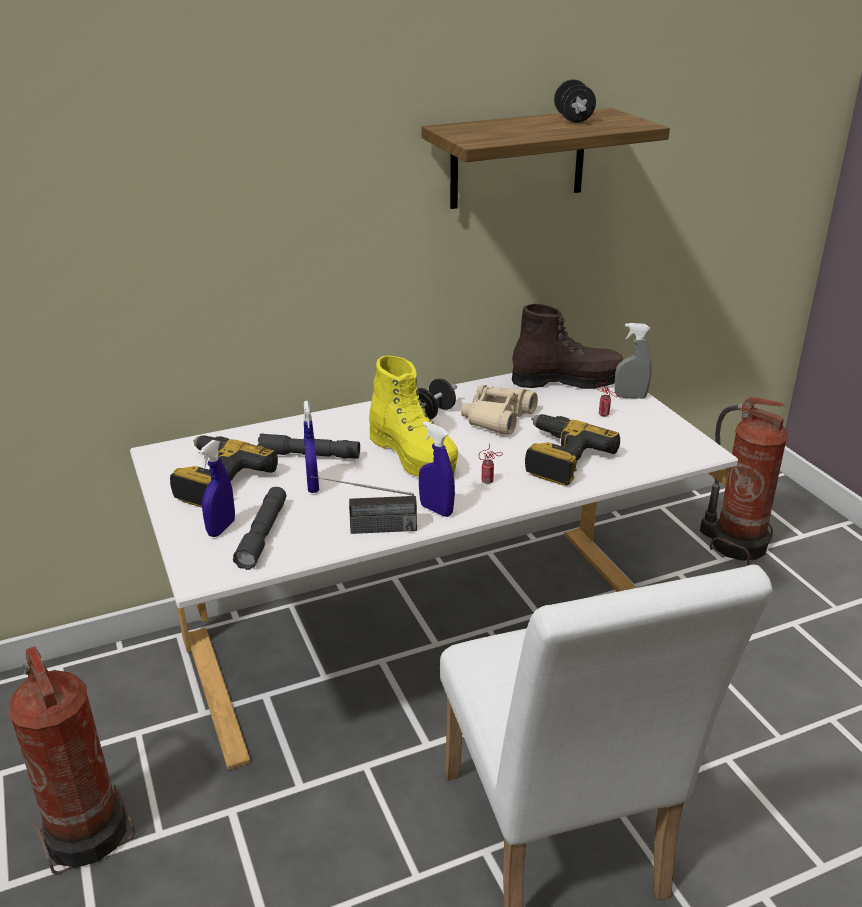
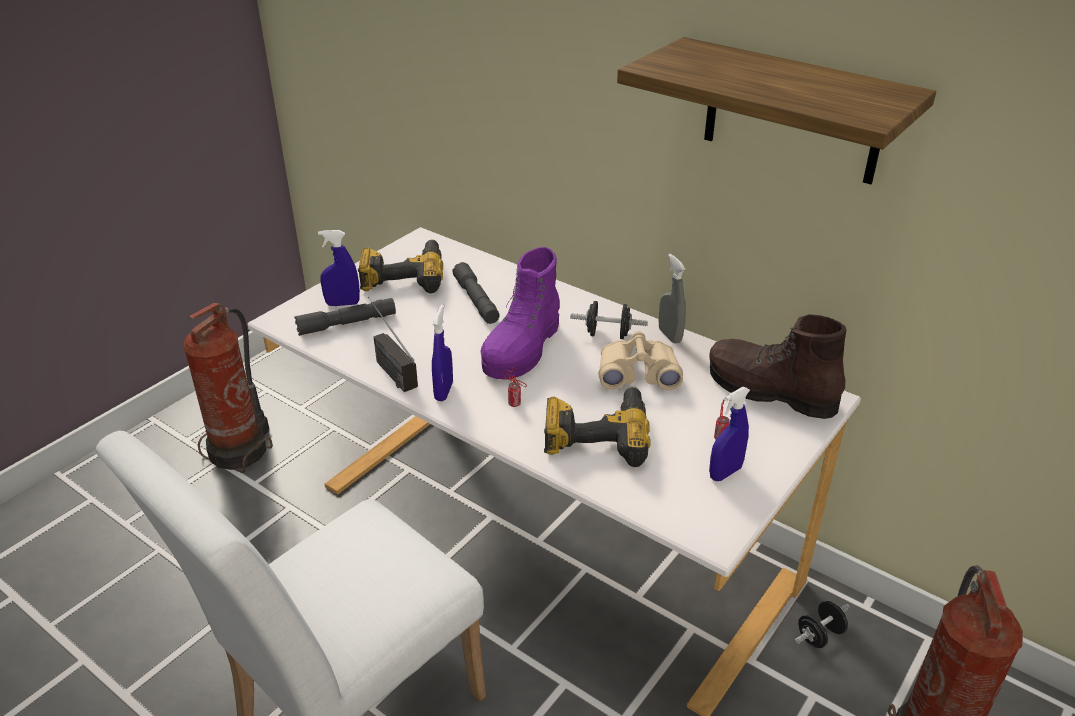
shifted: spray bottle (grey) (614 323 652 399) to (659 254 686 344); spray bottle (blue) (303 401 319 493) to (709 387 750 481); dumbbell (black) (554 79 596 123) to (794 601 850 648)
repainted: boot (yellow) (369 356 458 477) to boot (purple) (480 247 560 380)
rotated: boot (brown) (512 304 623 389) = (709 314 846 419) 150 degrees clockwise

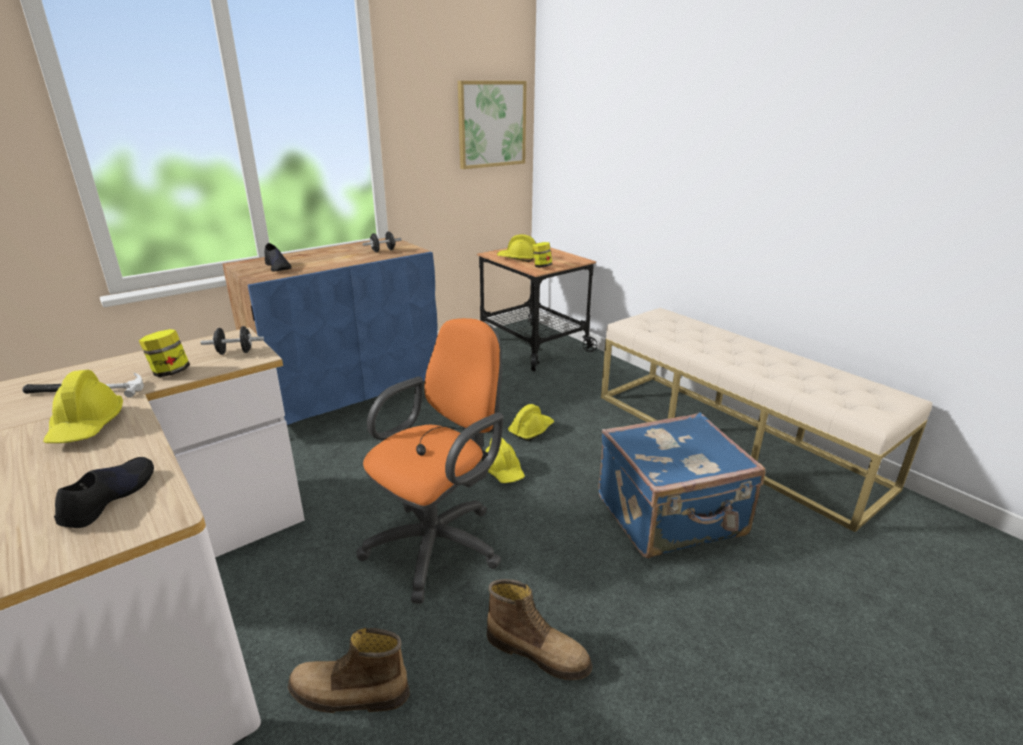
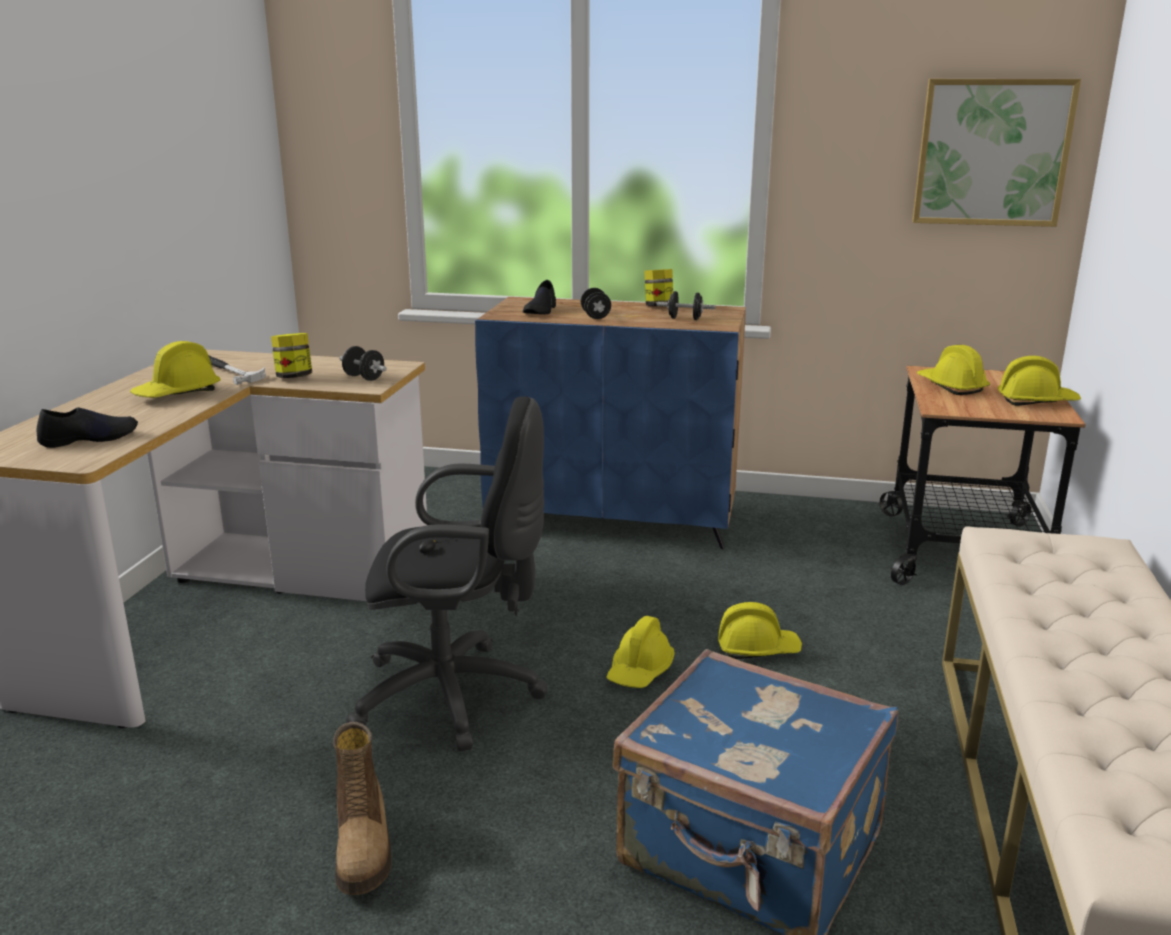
gone: boot (288 628 410 713)
new: dumbbell (black) (581 288 611 319); hard hat (yellow) (998 356 1081 406)
shifted: jar (532 242 552 268) to (644 269 673 306)
repainted: office chair (orange) (357 318 503 604) to office chair (black) (346 396 547 751)

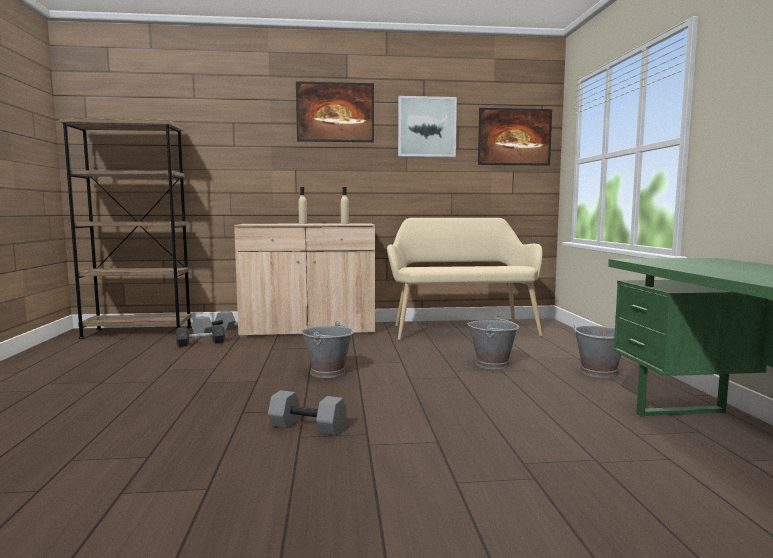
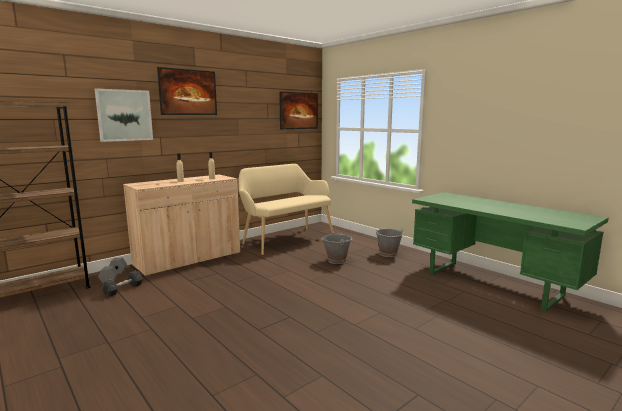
gone: dumbbell (grey) (268 390 346 435); bucket (grey) (301 321 354 378)
shifted: picture (398 96 457 157) to (95 88 153 142)

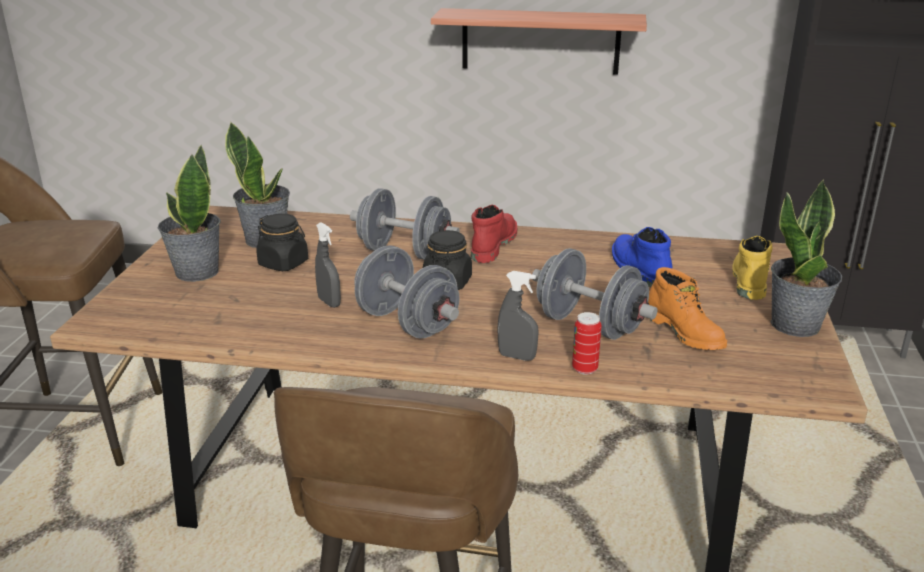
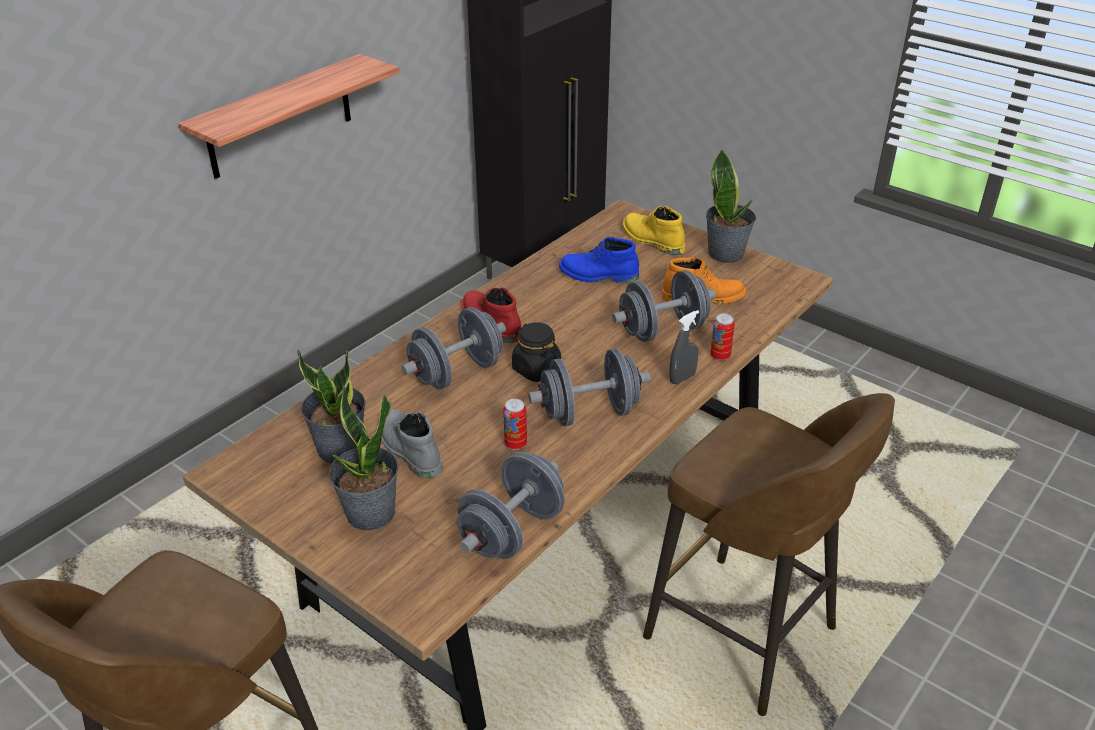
new: dumbbell (grey) (457 452 565 559)
swapped: jar (black) (256 213 308 271) to boot (grey) (381 409 443 478); spray bottle (grey) (315 222 341 308) to can (503 399 527 450)

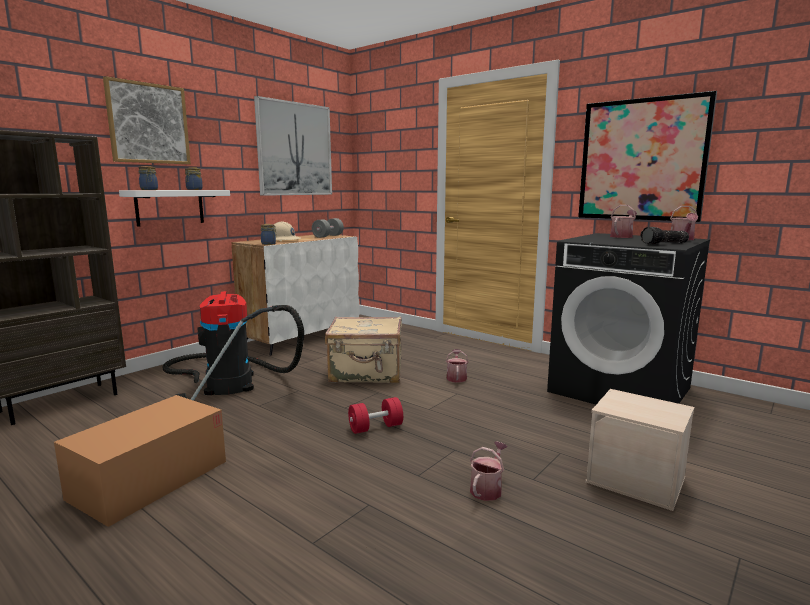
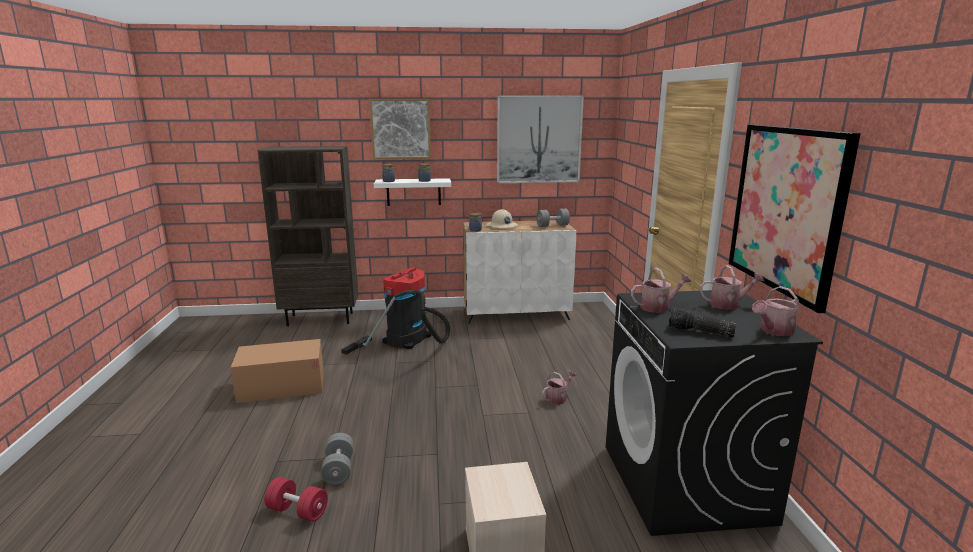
gone: suitcase (beige) (325 316 402 383)
new: dumbbell (grey) (321 433 354 485)
shifted: dumbbell (red) (348 397 403 434) to (264 477 328 522); watering can (470 441 508 501) to (631 268 692 313)

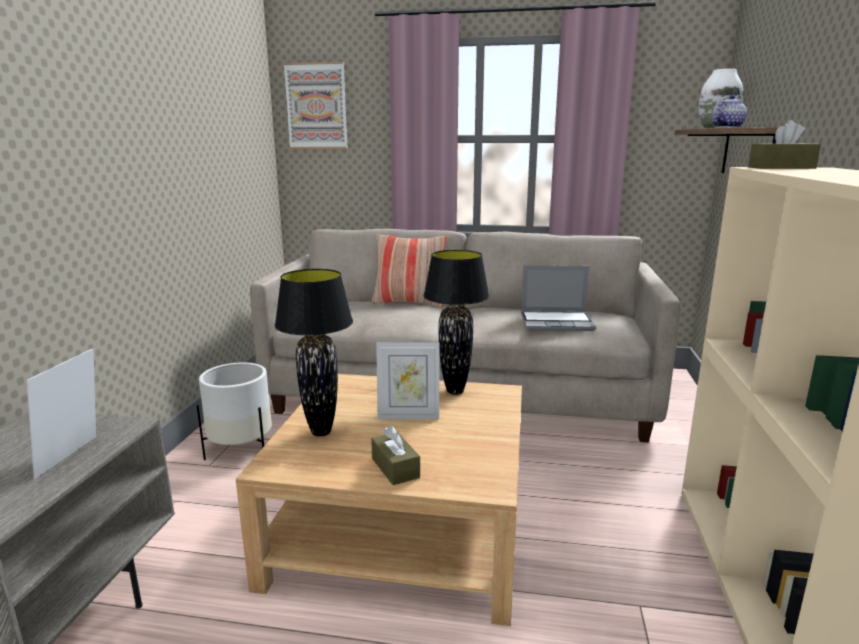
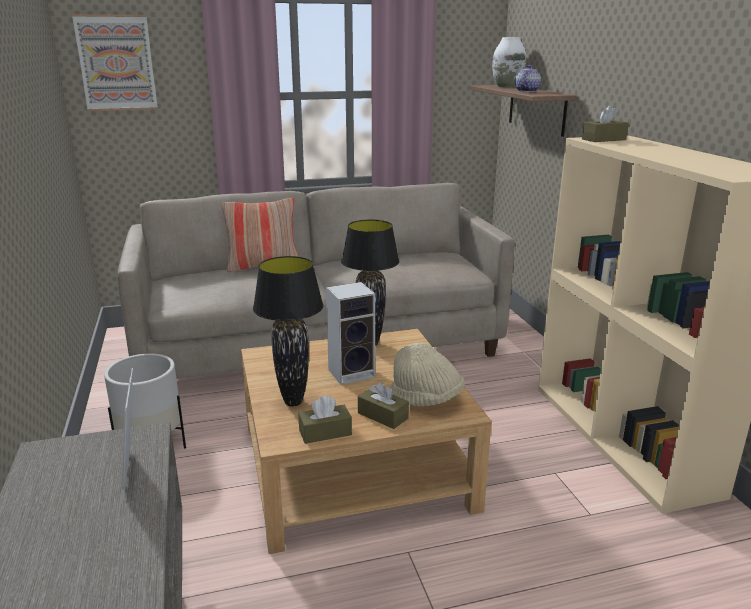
gone: laptop (521 265 596 331)
new: tissue box (brown) (298 395 352 444); hat (beige) (391 342 465 407)
swapped: picture frame (376 342 439 419) to speaker (326 282 375 385)

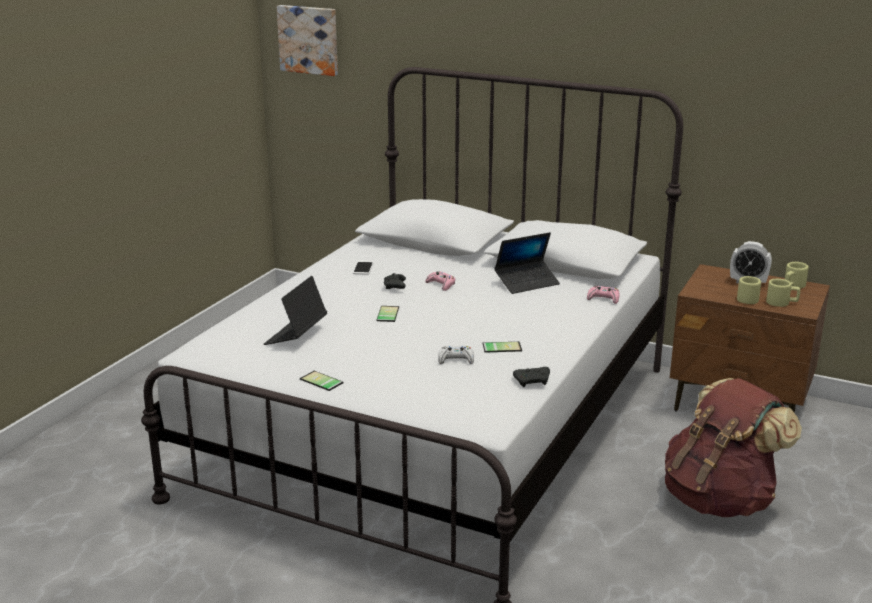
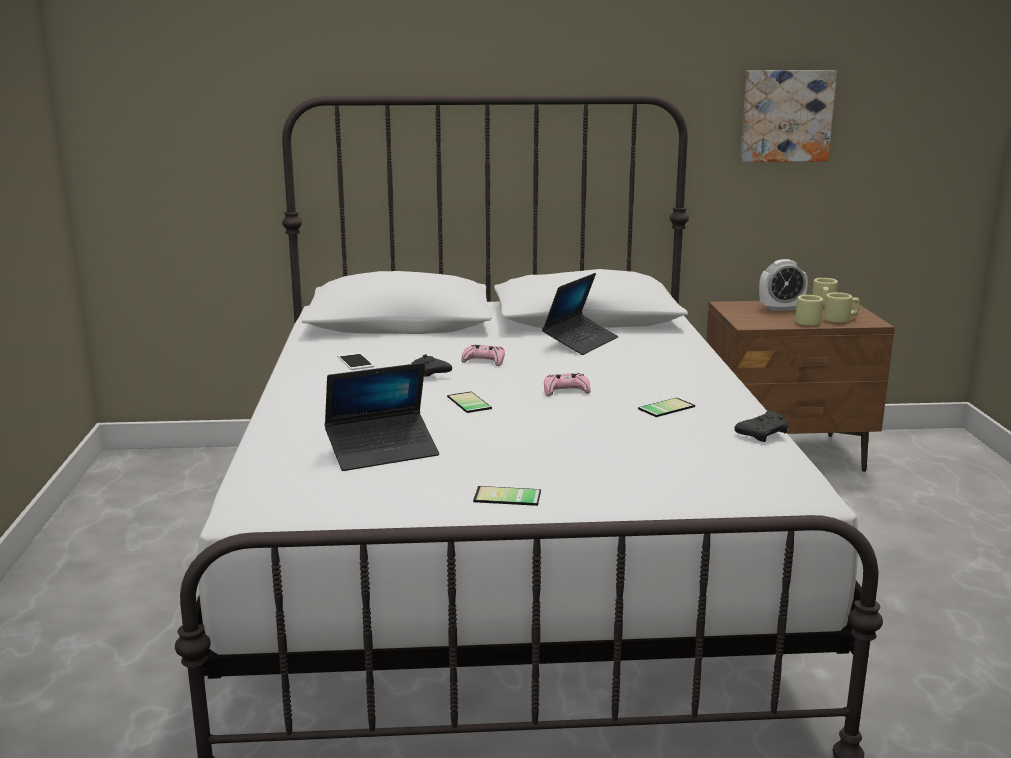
gone: game controller (white) (438 346 474 364); backpack (brown) (665 378 802 517)
shifted: game controller (pink) (587 286 620 304) to (544 373 590 396); picture (277 5 338 76) to (740 70 837 162)
rotated: laptop (264 276 327 345) = (325 363 439 471) 105 degrees counterclockwise

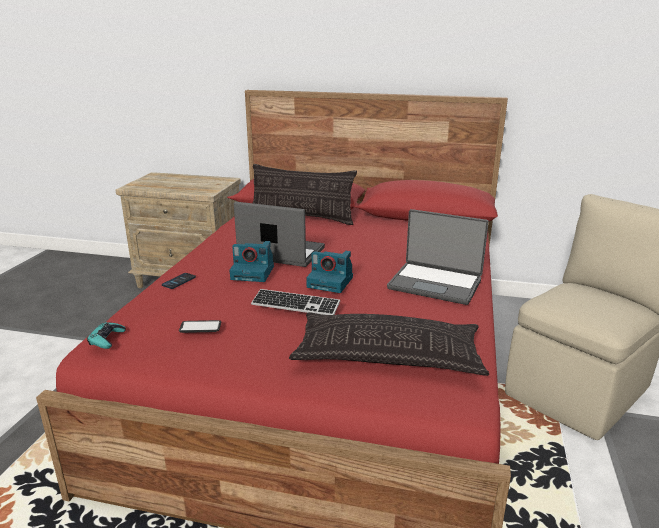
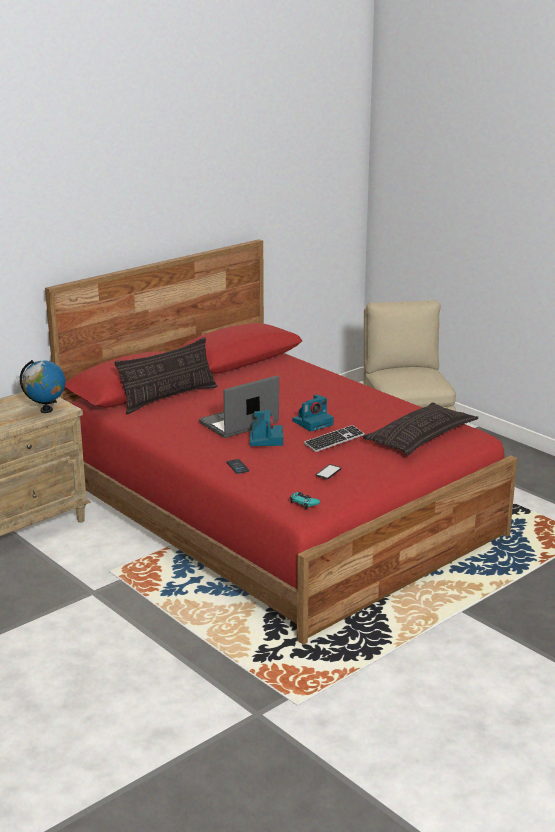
gone: laptop (387 209 489 305)
new: globe (20 360 65 413)
rotated: photo camera (230 241 274 282) = (249 410 283 446) 45 degrees counterclockwise

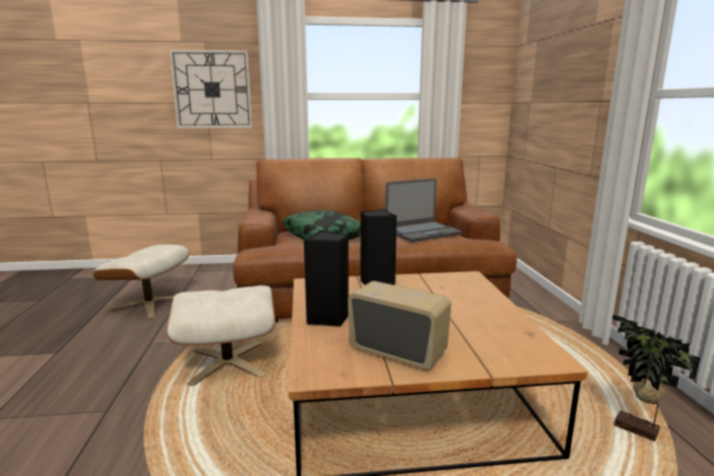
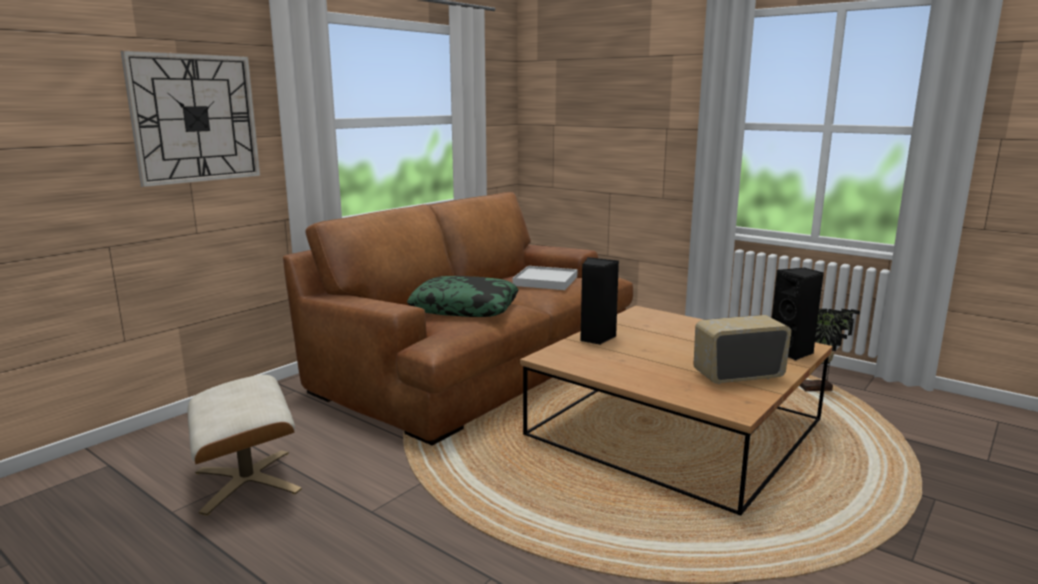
gone: ottoman (beige) (166 285 275 387)
shifted: speaker (black) (304 230 349 327) to (772 268 824 361)
swapped: laptop (386 178 462 242) to tray (white) (513 266 577 290)

